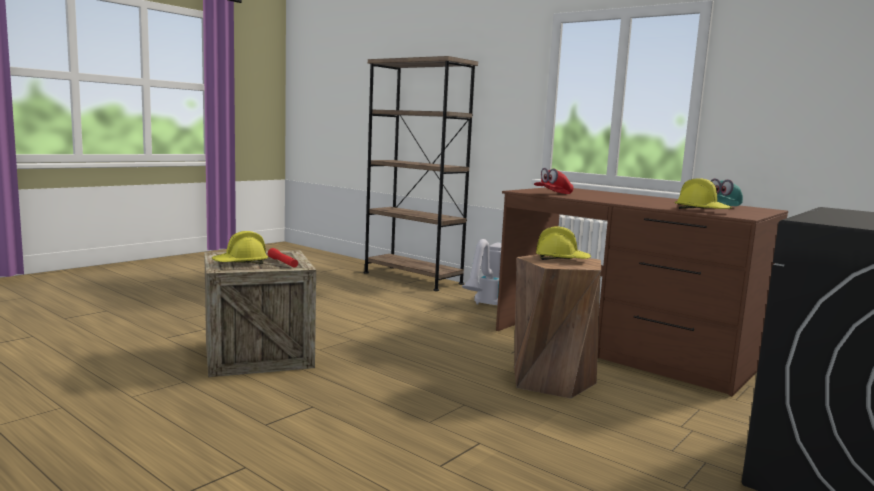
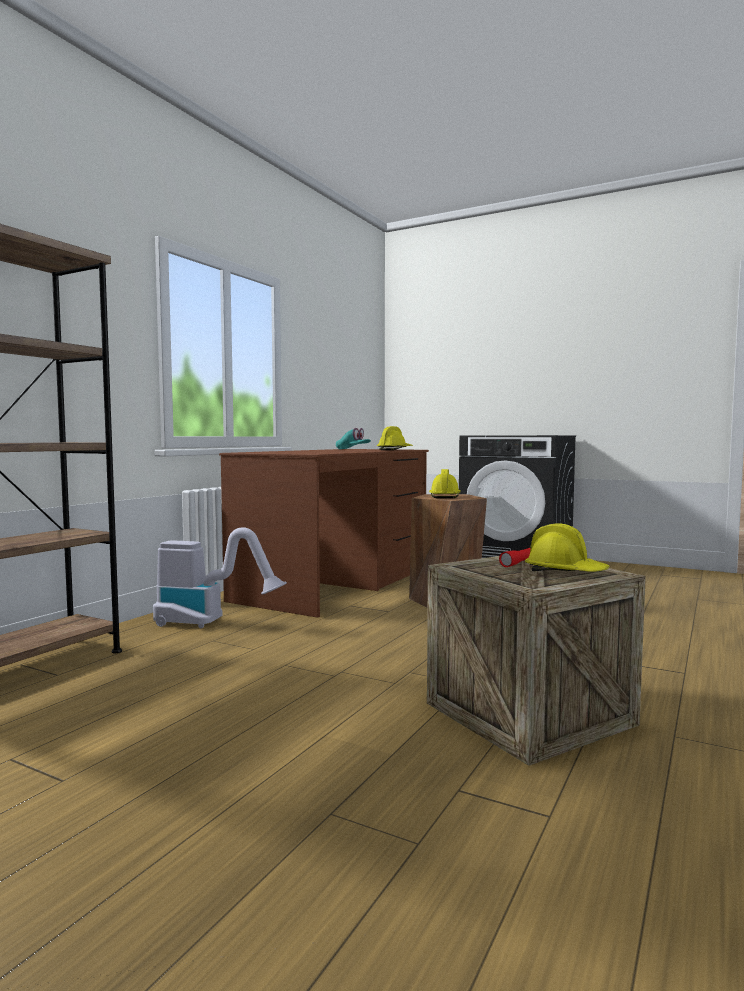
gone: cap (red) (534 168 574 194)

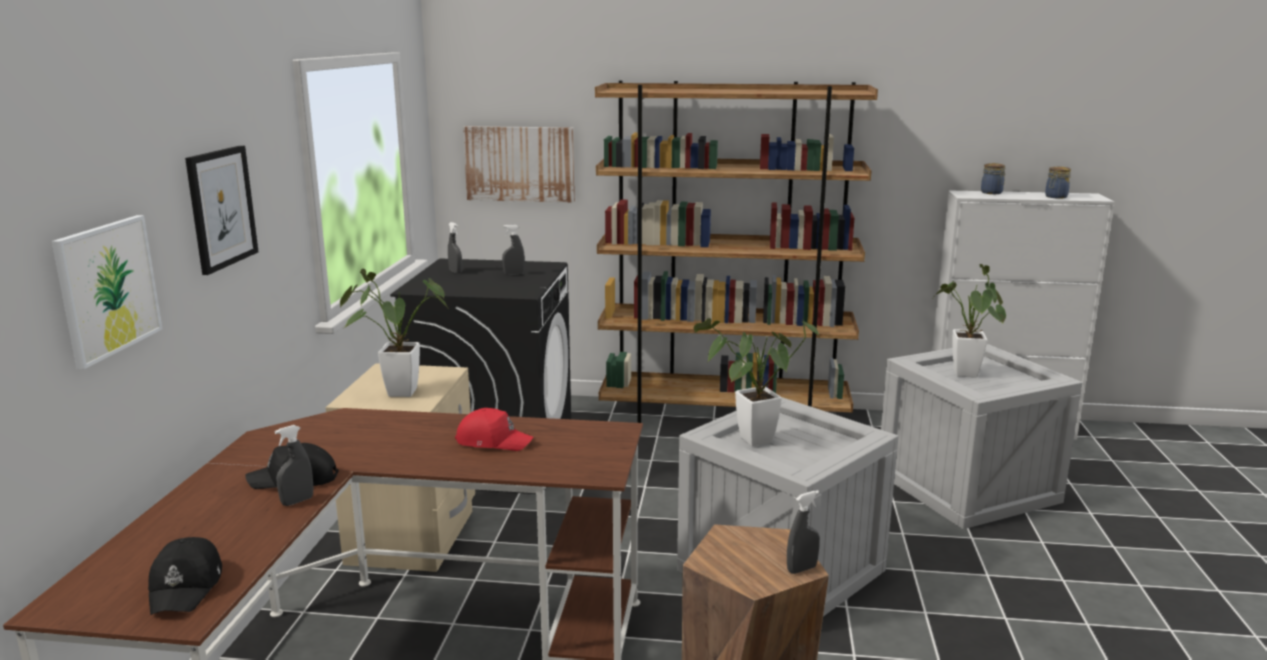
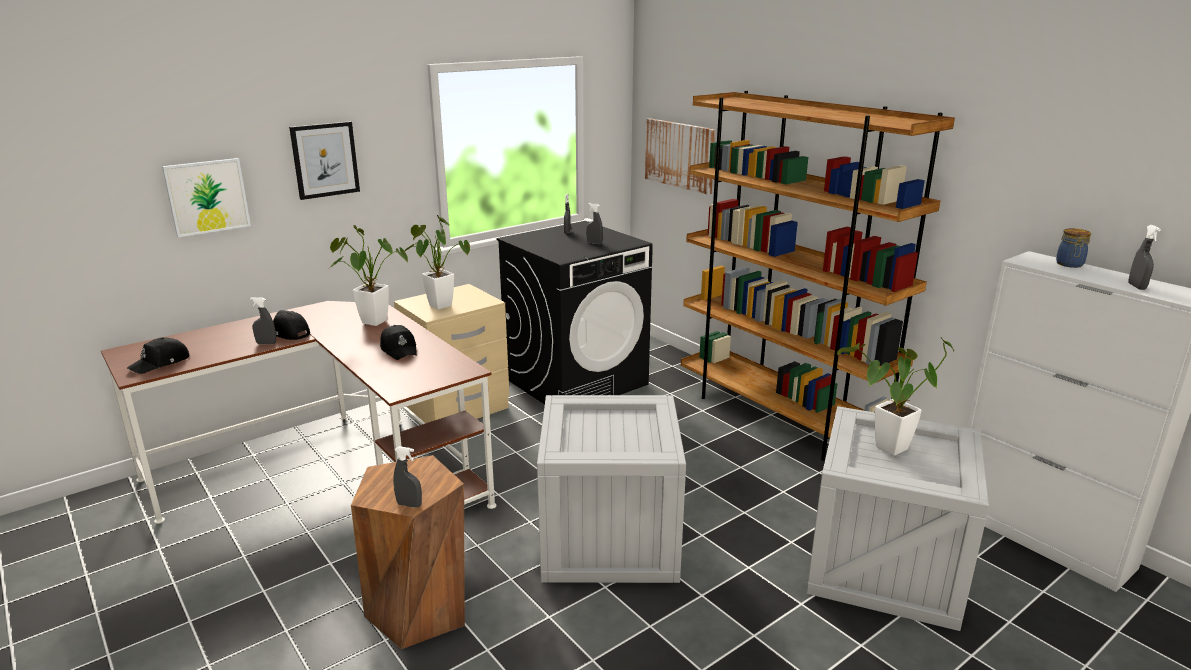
shifted: potted plant (694 318 819 446) to (328 225 408 326)
swapped: jar (1045 166 1071 199) to spray bottle (grey) (1128 225 1161 290)
repainted: cap (red) (455 408 534 451) to cap (black) (380 325 417 360)

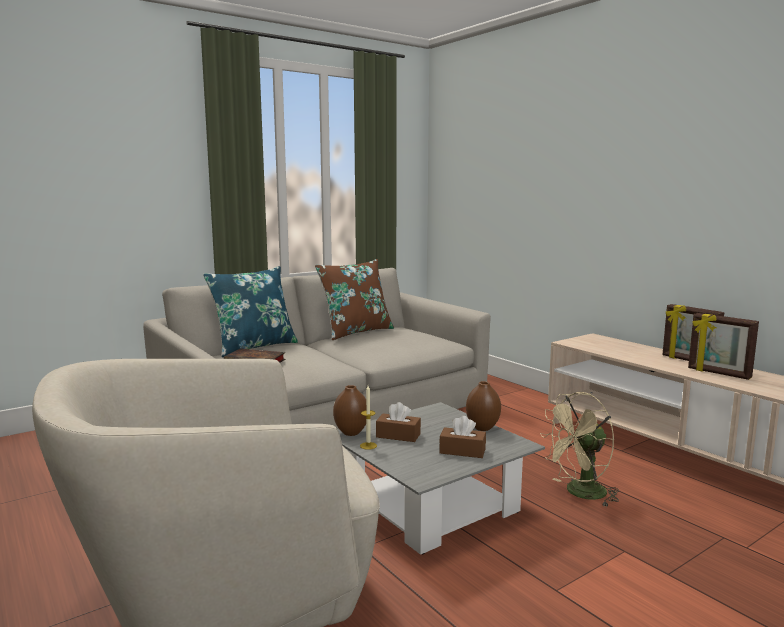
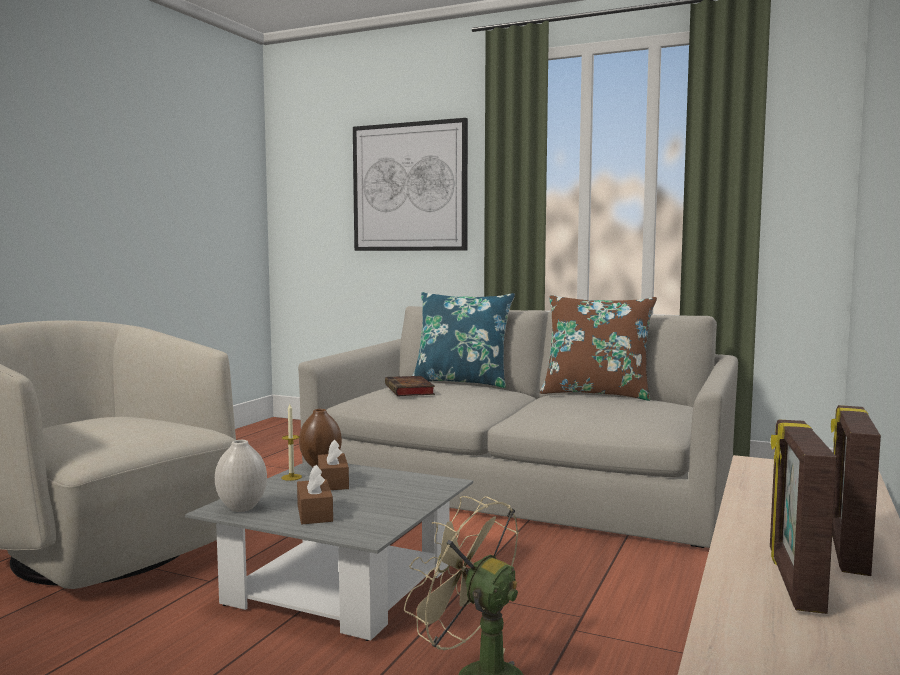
gone: vase (brown) (466 381 501 431)
new: vase (white) (215 440 267 512); picture (353 118 468 251)

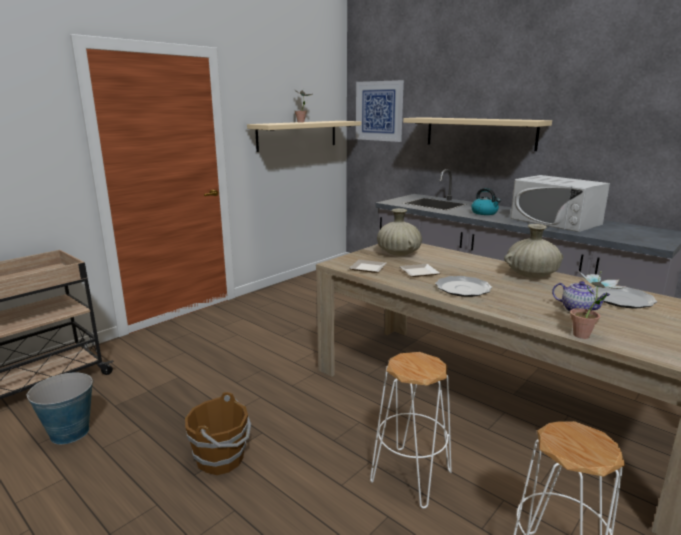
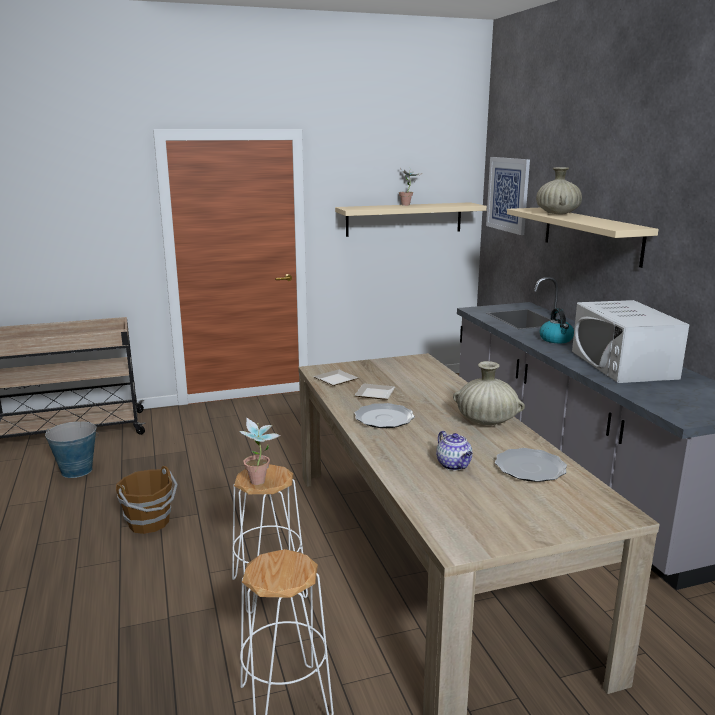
shifted: potted plant (570 271 626 339) to (239 418 281 485); vase (beige) (377 208 422 256) to (536 167 582 214)

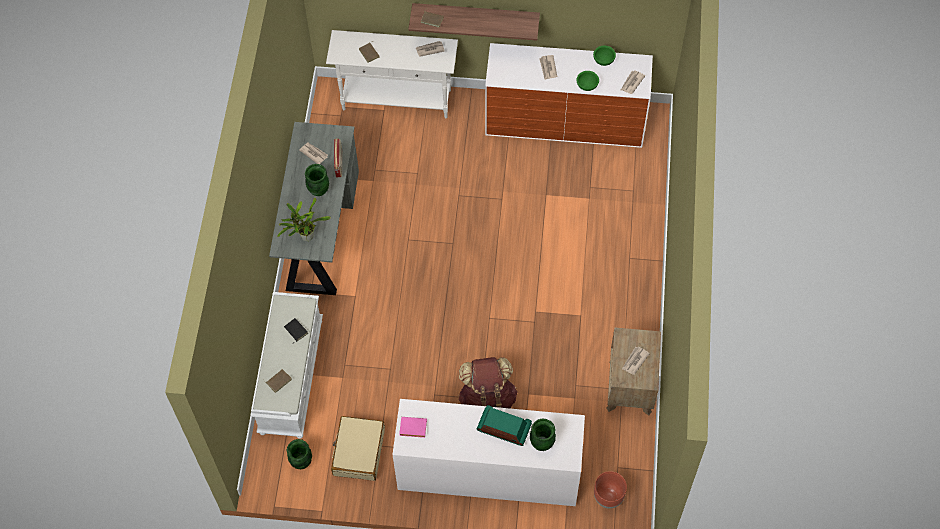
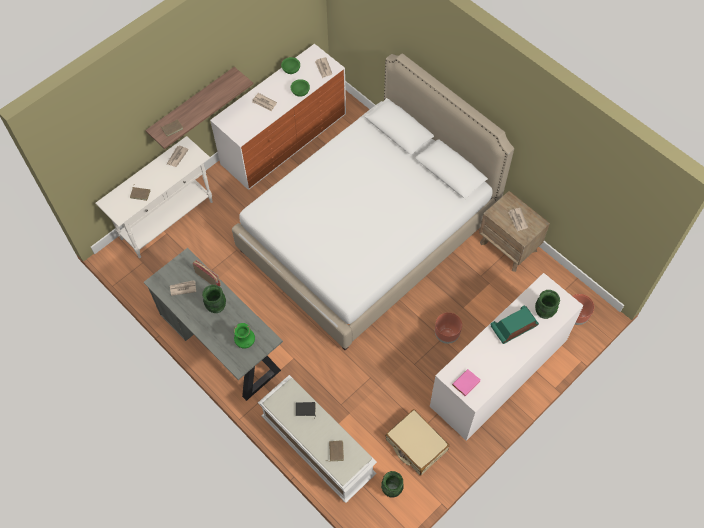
new: bed (white) (232 53 514 350)
swapped: potted plant (277 198 331 241) to vase (green) (234 323 255 349); backpack (brown) (458 357 517 408) to planter (brown) (435 312 462 344)

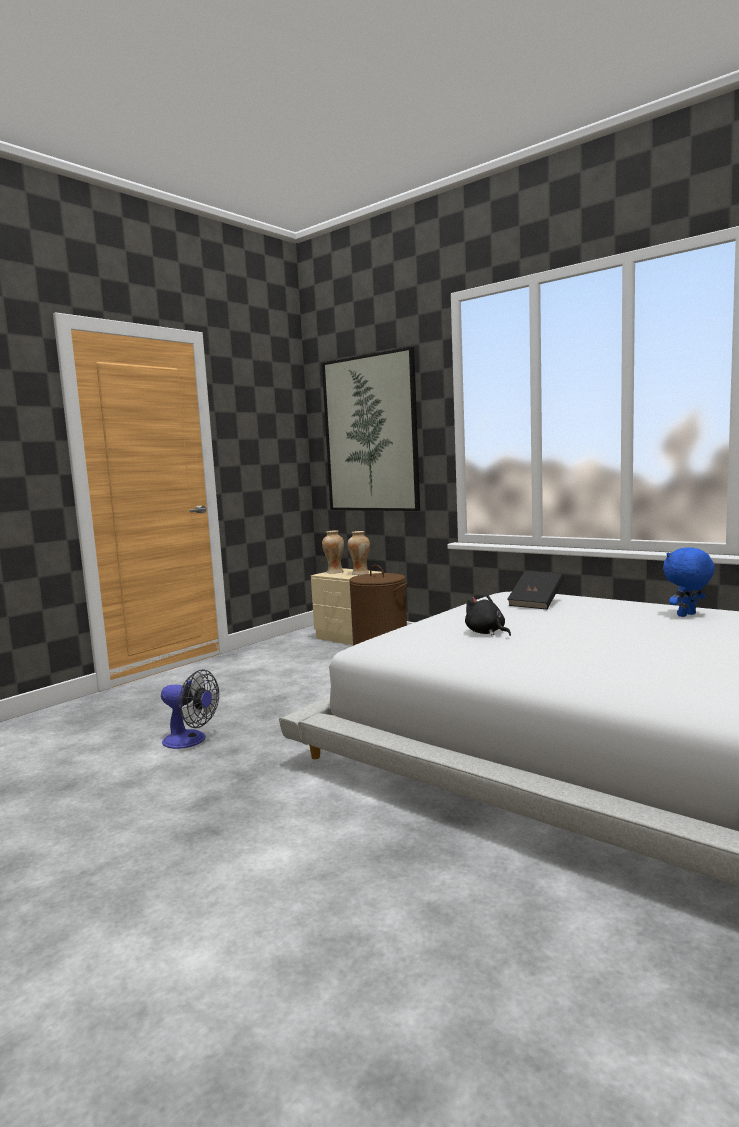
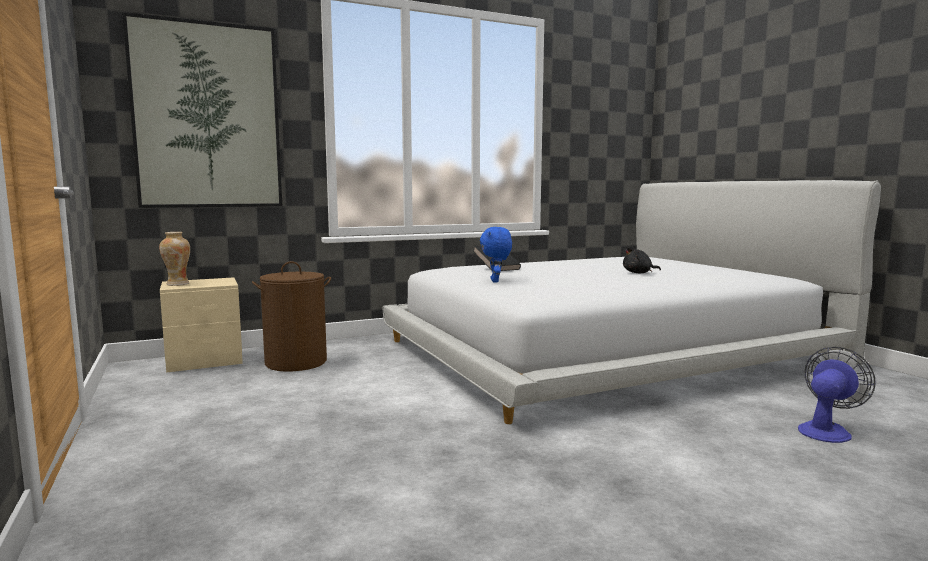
gone: vase (347 531 370 575)
shifted: plush toy (blue) (663 547 715 617) to (480 227 512 283); plush toy (black) (465 595 511 636) to (623 247 661 273); fan (161 669 219 749) to (798 347 875 443)

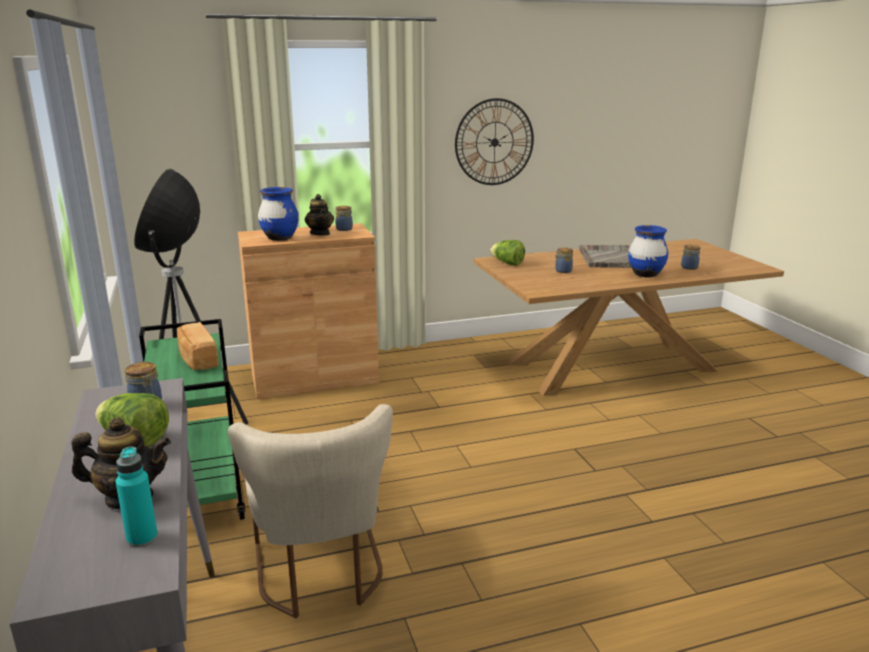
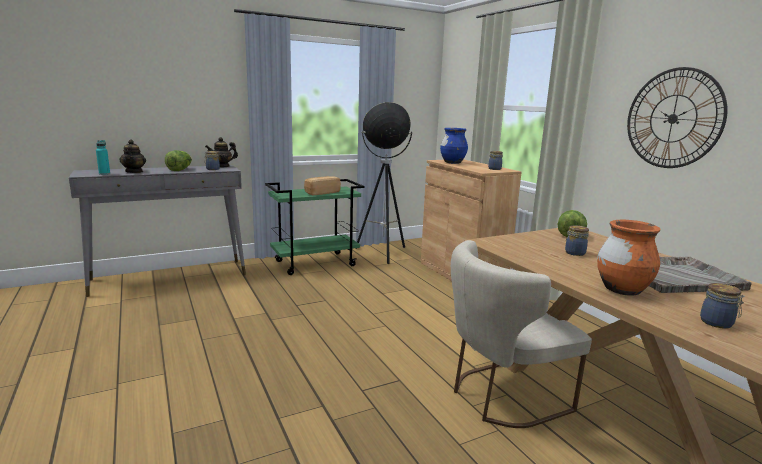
shifted: teapot (305 194 334 235) to (205 137 238 167); chair (beige) (228 404 393 618) to (451 240 592 428)
repainted: vase (blue) (628 225 668 277) to vase (orange) (597 220 660 295)

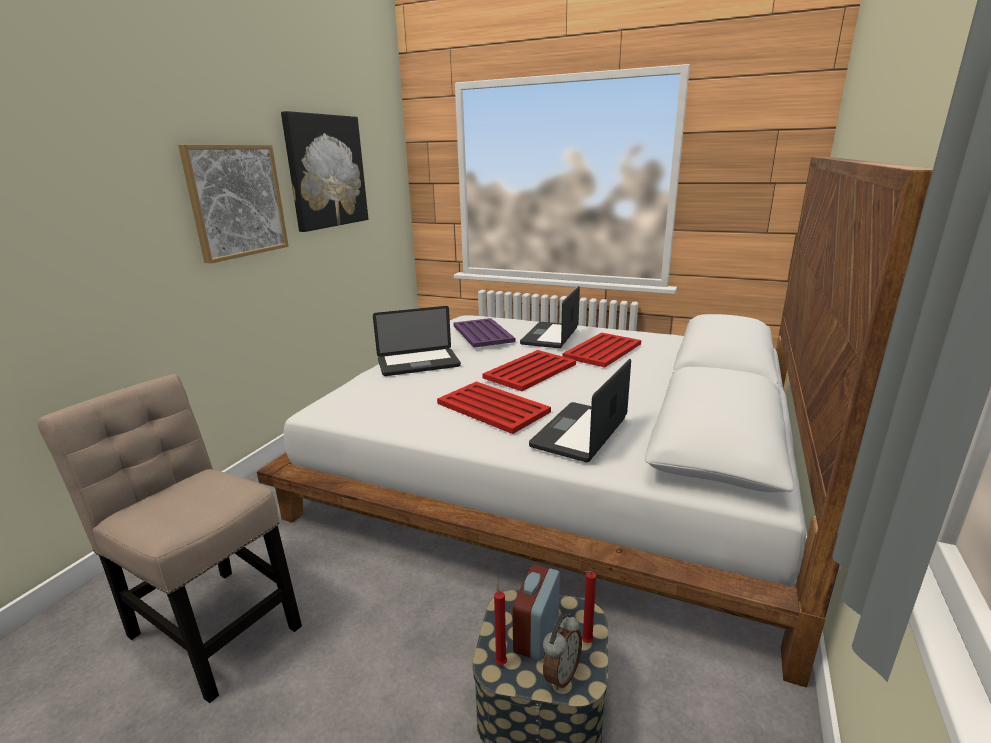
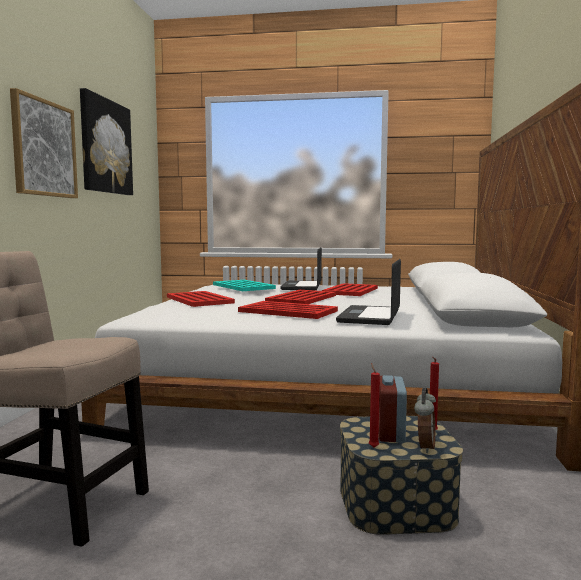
swapped: laptop (373 306 461 376) to tray (red) (167 291 235 307)
repainted: tray (purple) (454 318 515 348) to tray (turquoise) (213 280 276 291)

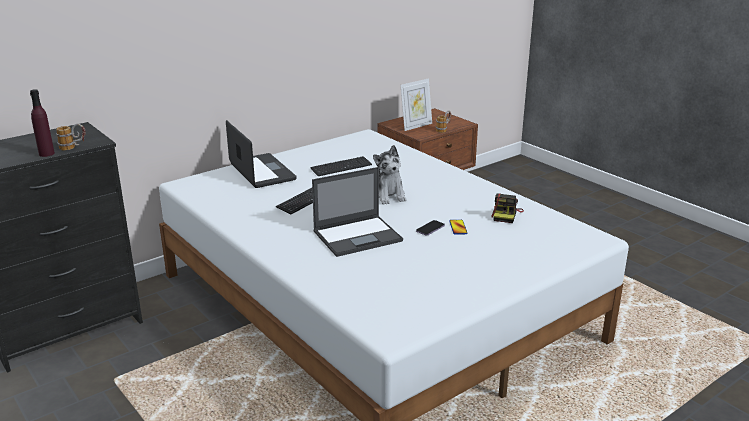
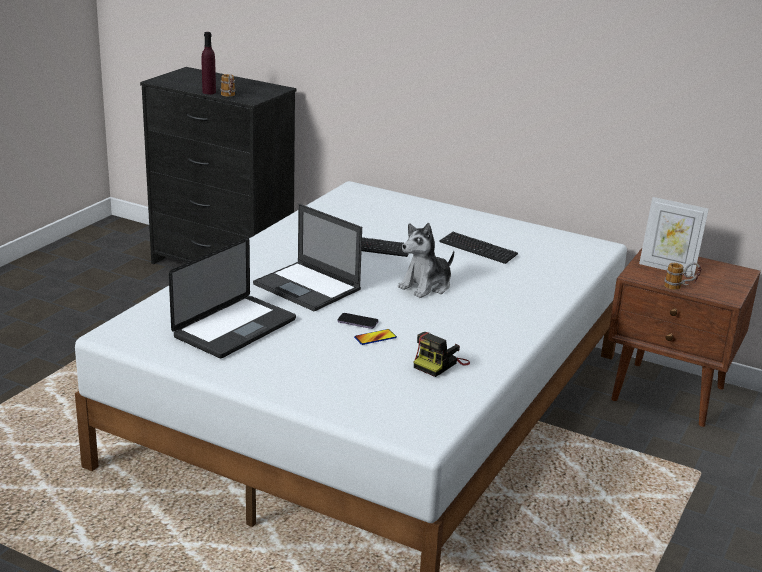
shifted: laptop (226 120 297 188) to (169 238 296 358)
rotated: photo camera (491 193 524 223) = (413 332 470 377) 45 degrees counterclockwise

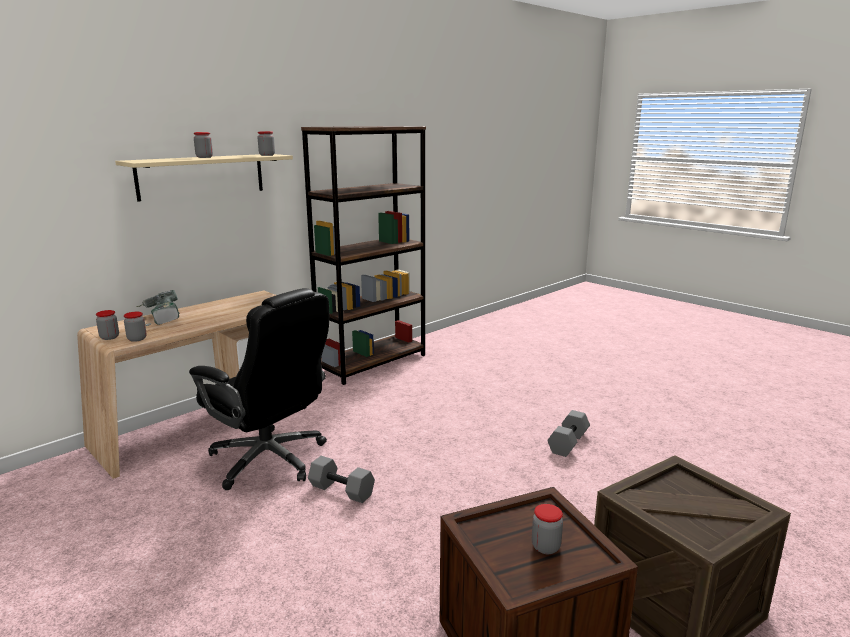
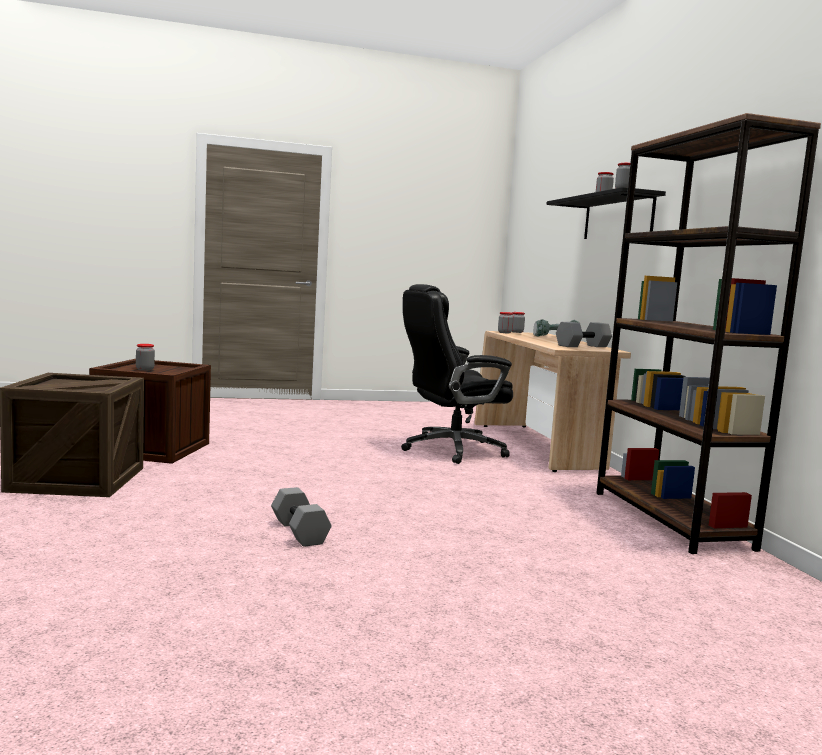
shifted: dumbbell (grey) (308 456 375 503) to (556 322 612 347)
repainted: shelf (beige) (115 154 293 202) to shelf (black) (546 187 666 239)

